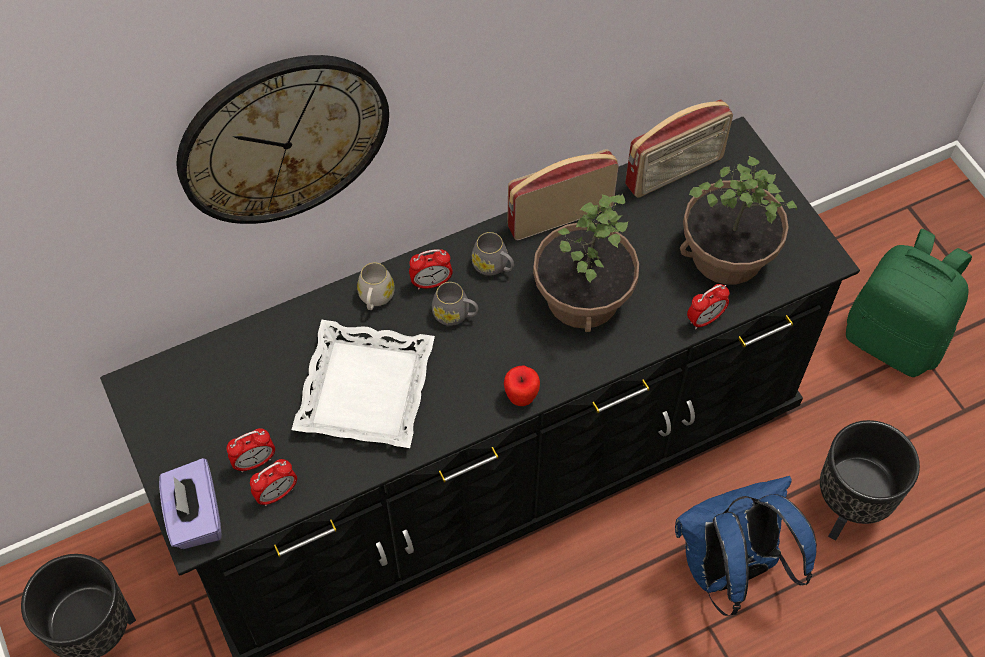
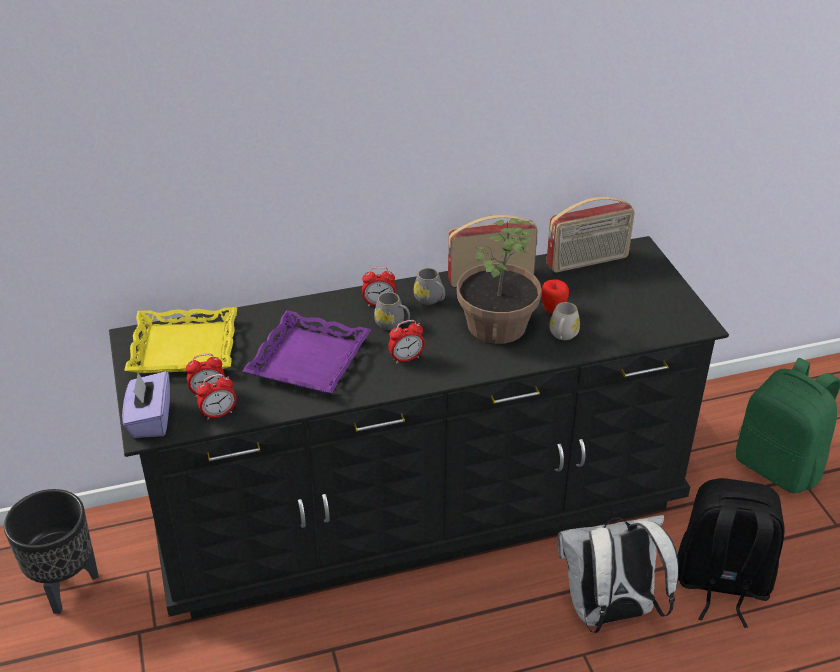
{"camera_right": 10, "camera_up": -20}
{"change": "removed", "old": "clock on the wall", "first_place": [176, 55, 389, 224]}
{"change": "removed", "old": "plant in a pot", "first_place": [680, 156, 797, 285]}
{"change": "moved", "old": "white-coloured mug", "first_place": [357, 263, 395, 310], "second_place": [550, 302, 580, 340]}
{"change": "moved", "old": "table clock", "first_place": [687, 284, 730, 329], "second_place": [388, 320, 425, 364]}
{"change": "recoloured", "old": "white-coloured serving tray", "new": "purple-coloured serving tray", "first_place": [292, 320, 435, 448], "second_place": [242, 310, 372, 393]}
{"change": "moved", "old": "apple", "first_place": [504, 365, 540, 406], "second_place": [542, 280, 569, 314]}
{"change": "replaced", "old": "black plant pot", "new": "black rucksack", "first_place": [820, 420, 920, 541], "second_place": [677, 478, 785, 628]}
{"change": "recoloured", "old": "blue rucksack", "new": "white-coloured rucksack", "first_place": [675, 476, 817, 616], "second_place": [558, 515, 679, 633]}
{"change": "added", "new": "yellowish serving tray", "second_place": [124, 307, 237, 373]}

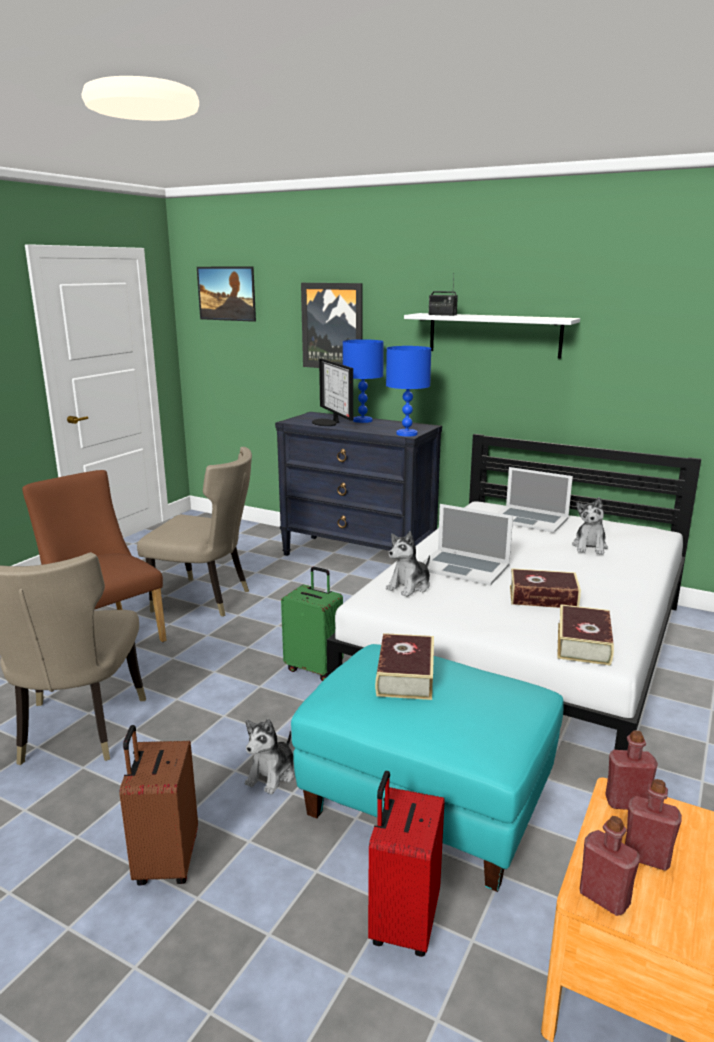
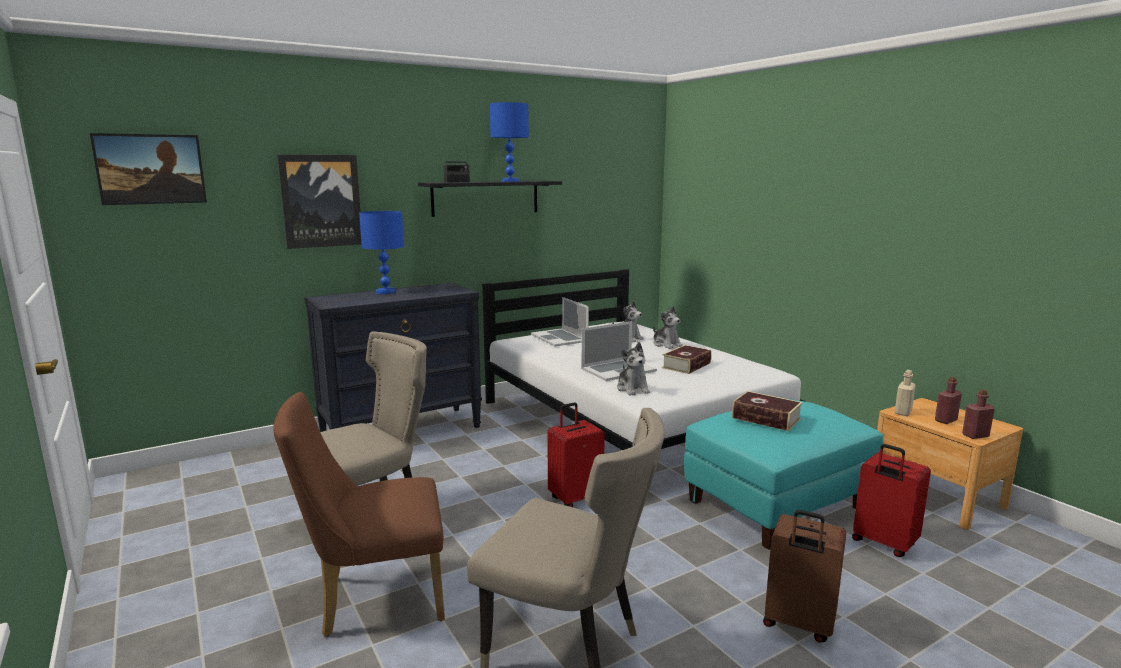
{"camera_right": -60, "camera_up": -5}
{"change": "recoloured", "old": "white-coloured wall shelf", "new": "black wall shelf", "first_place": [404, 313, 580, 358], "second_place": [418, 181, 562, 217]}
{"change": "moved", "old": "blue tabletop lamp", "first_place": [386, 346, 431, 437], "second_place": [490, 102, 529, 182]}
{"change": "removed", "old": "computer screen", "first_place": [312, 358, 353, 426]}
{"change": "turned", "old": "notebook computer", "first_place": [498, 467, 573, 533], "second_place": [531, 297, 589, 347], "degrees": 90}
{"change": "recoloured", "old": "green-coloured suitcase", "new": "red suitcase", "first_place": [281, 567, 343, 681], "second_place": [547, 402, 605, 507]}
{"change": "removed", "old": "volume", "first_place": [557, 604, 614, 666]}
{"change": "moved", "old": "soft toy", "first_place": [245, 719, 295, 794], "second_place": [653, 306, 683, 349]}
{"change": "recoloured", "old": "red drink bottle", "new": "beige drink bottle", "first_place": [605, 731, 658, 810], "second_place": [895, 370, 916, 416]}

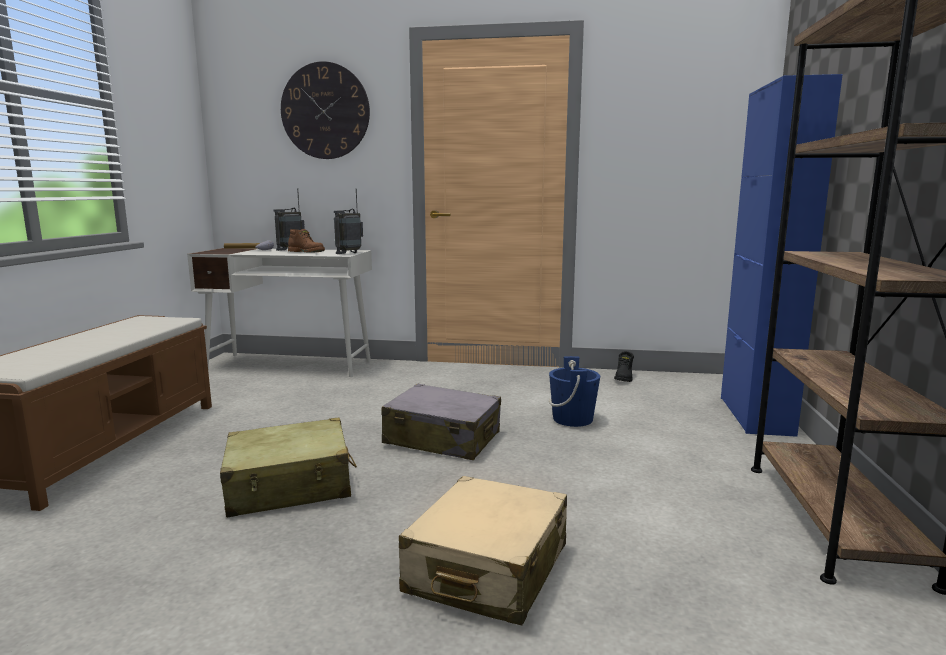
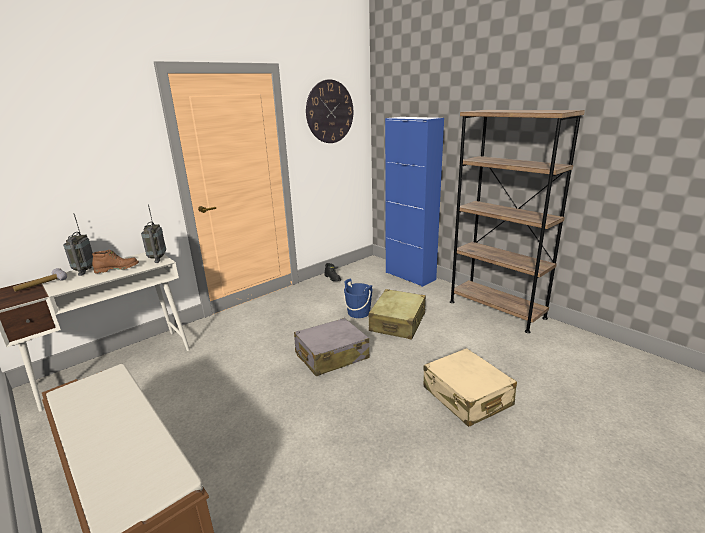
{"camera_right": -50, "camera_up": 10}
{"change": "moved", "old": "clock on the wall", "first_place": [281, 61, 370, 159], "second_place": [306, 79, 353, 143]}
{"change": "moved", "old": "beige suitcase", "first_place": [220, 418, 357, 517], "second_place": [369, 289, 426, 340]}

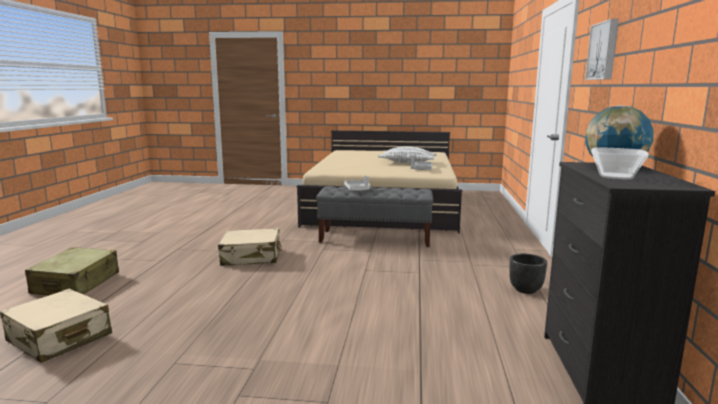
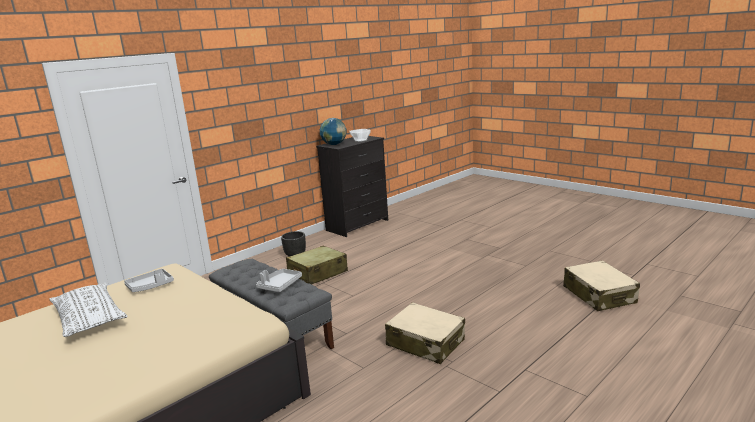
{"camera_right": -140, "camera_up": 5}
{"change": "removed", "old": "wall art", "first_place": [585, 19, 619, 80]}
{"change": "moved", "old": "beige suitcase", "first_place": [25, 247, 119, 295], "second_place": [286, 246, 348, 284]}

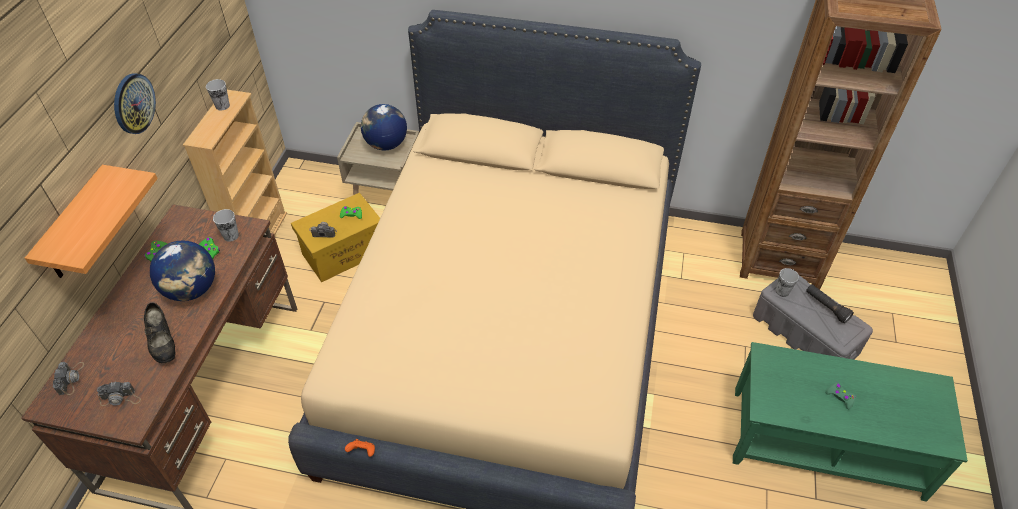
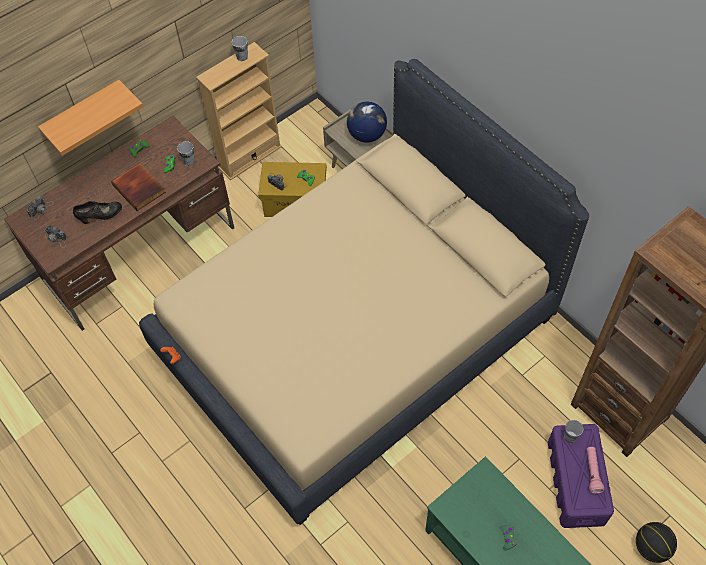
{"camera_right": 40, "camera_up": 10}
{"change": "removed", "old": "clock on the wall", "first_place": [114, 74, 156, 134]}
{"change": "replaced", "old": "desk globe", "new": "volume", "first_place": [150, 241, 215, 301], "second_place": [111, 163, 166, 211]}
{"change": "recoloured", "old": "greyish storage box", "new": "purple-coloured storage box", "first_place": [753, 275, 873, 360], "second_place": [548, 424, 614, 528]}
{"change": "recoloured", "old": "black hand torch", "new": "pinkish hand torch", "first_place": [806, 284, 854, 323], "second_place": [587, 447, 604, 494]}
{"change": "turned", "old": "black item of footwear", "first_place": [144, 303, 175, 363], "second_place": [73, 201, 122, 224], "degrees": -120}
{"change": "added", "new": "basketball", "second_place": [636, 522, 677, 563]}

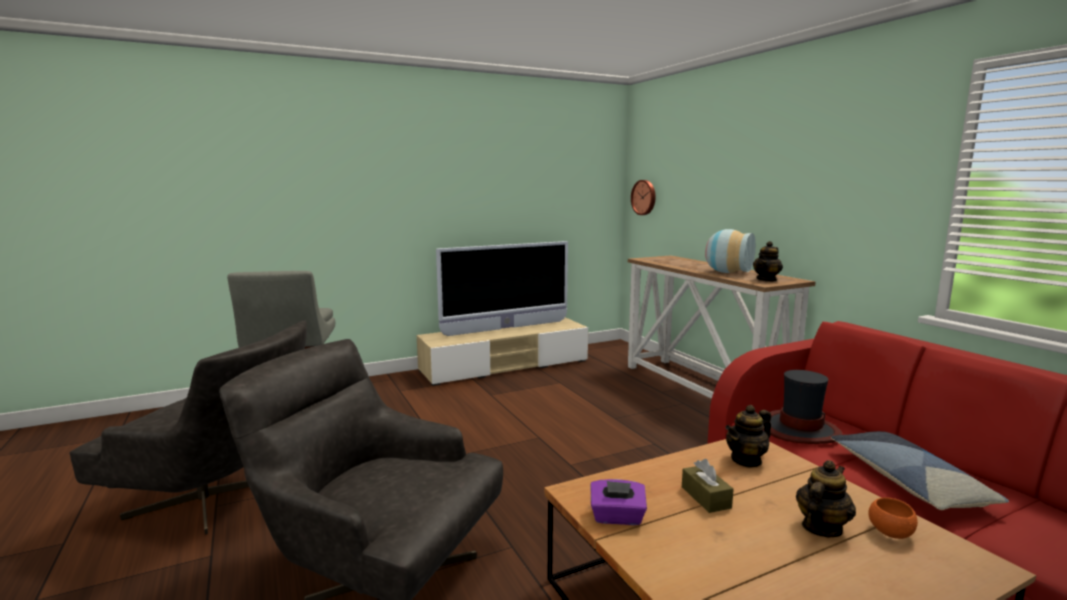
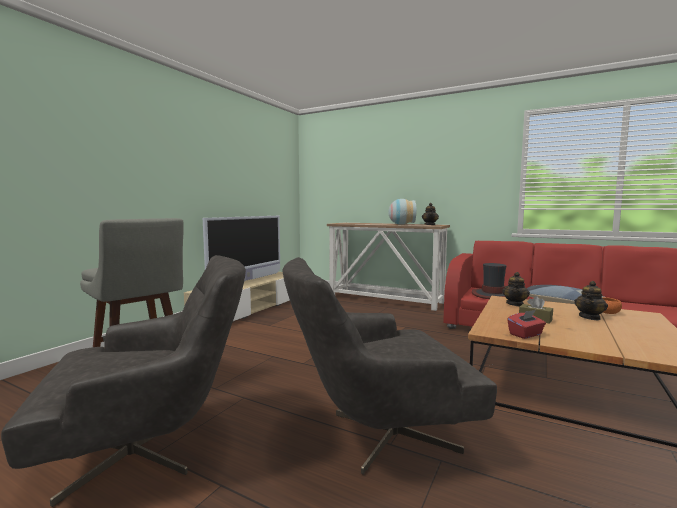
{"camera_right": -35, "camera_up": -5}
{"change": "removed", "old": "clock on the wall", "first_place": [631, 180, 656, 215]}
{"change": "turned", "old": "tea pot", "first_place": [796, 460, 856, 537], "second_place": [574, 281, 608, 320], "degrees": -150}
{"change": "recoloured", "old": "purple-coloured tissue holder", "new": "red tissue holder", "first_place": [591, 479, 647, 525], "second_place": [507, 310, 546, 339]}

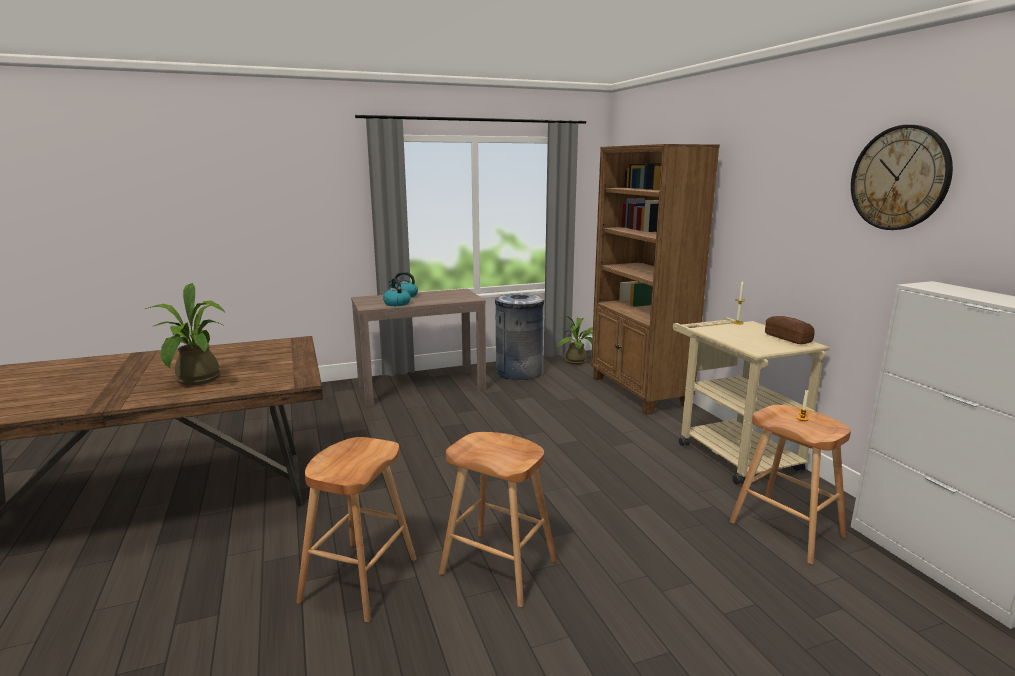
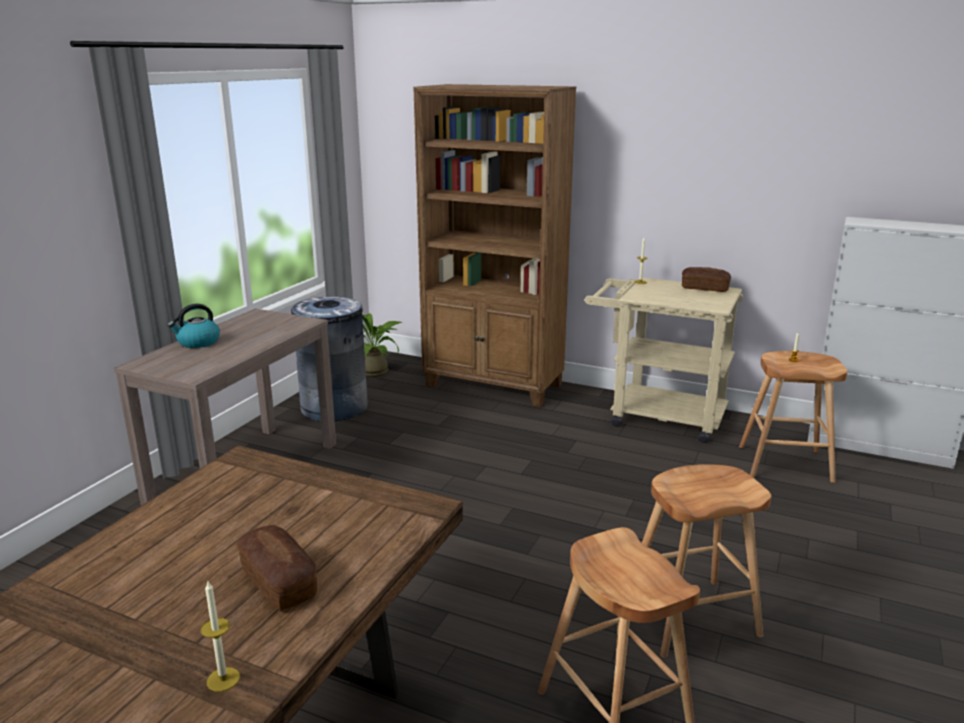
{"camera_right": -45, "camera_up": 5}
{"change": "removed", "old": "clock on the wall", "first_place": [851, 125, 953, 230]}
{"change": "removed", "old": "water kettle", "first_place": [383, 278, 411, 306]}
{"change": "replaced", "old": "plant in a pot", "new": "bakery bread", "first_place": [145, 283, 225, 385], "second_place": [237, 525, 317, 610]}
{"change": "added", "new": "wax candle", "second_place": [201, 580, 240, 692]}

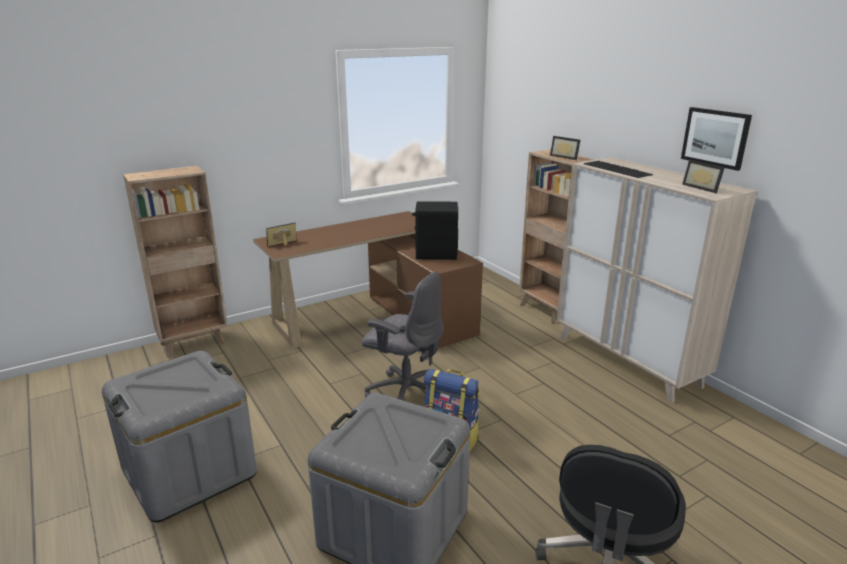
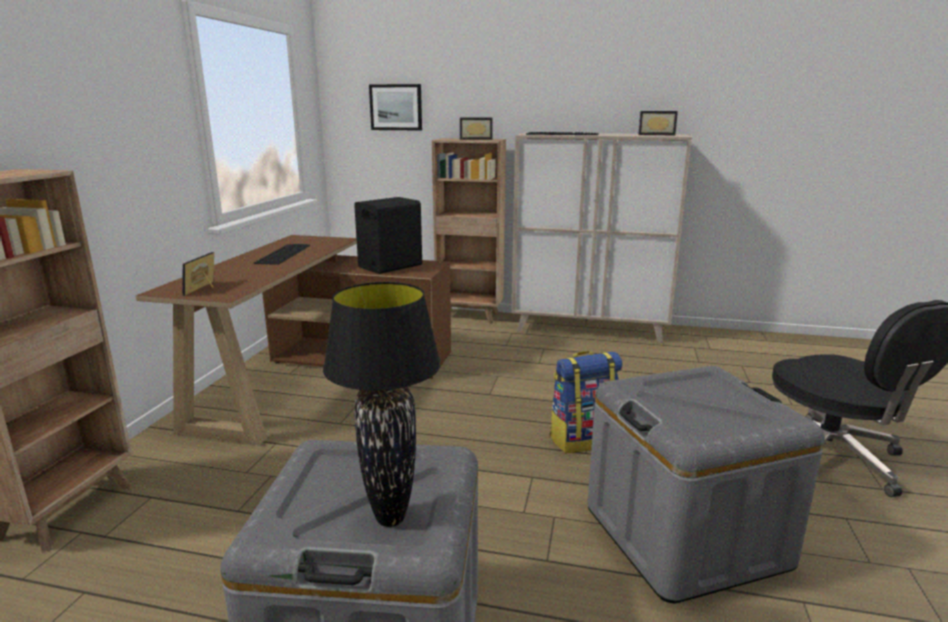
{"camera_right": -45, "camera_up": -5}
{"change": "moved", "old": "wall art", "first_place": [681, 107, 752, 171], "second_place": [369, 84, 422, 130]}
{"change": "removed", "old": "greyish desk chair", "first_place": [362, 271, 444, 400]}
{"change": "added", "new": "PC keyboard", "second_place": [254, 244, 310, 265]}
{"change": "added", "new": "black tabletop lamp", "second_place": [323, 282, 441, 527]}

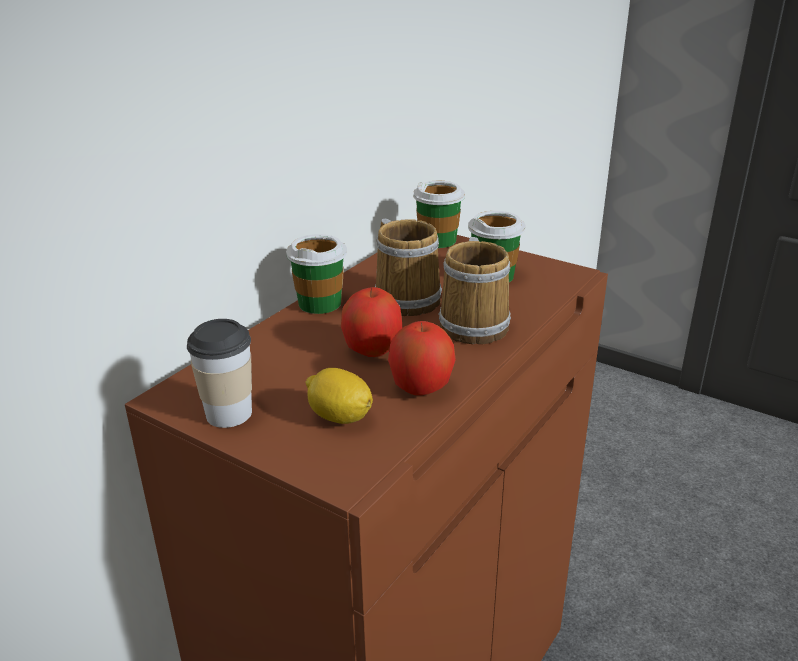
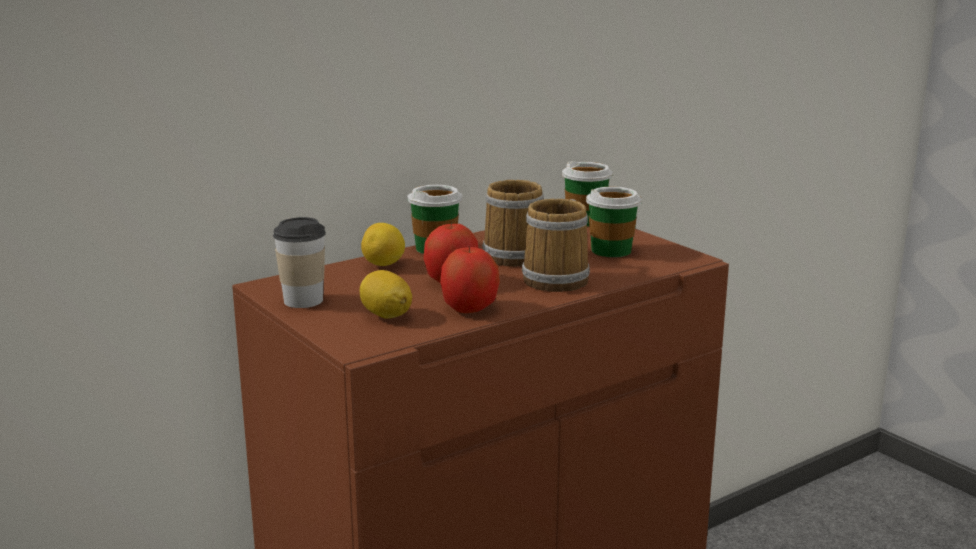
{"camera_right": 20, "camera_up": -10}
{"change": "added", "new": "lemon", "second_place": [361, 223, 405, 266]}

